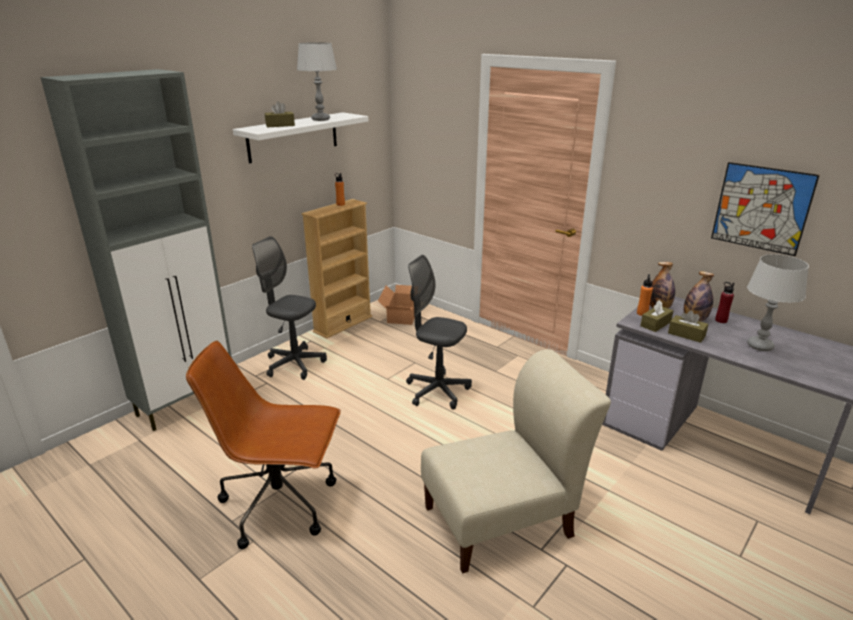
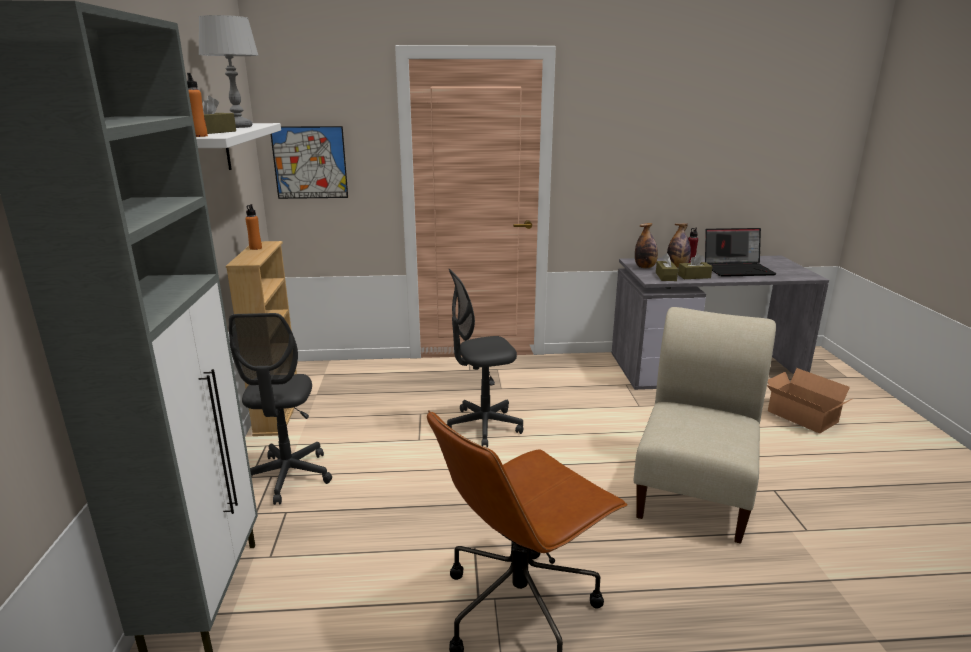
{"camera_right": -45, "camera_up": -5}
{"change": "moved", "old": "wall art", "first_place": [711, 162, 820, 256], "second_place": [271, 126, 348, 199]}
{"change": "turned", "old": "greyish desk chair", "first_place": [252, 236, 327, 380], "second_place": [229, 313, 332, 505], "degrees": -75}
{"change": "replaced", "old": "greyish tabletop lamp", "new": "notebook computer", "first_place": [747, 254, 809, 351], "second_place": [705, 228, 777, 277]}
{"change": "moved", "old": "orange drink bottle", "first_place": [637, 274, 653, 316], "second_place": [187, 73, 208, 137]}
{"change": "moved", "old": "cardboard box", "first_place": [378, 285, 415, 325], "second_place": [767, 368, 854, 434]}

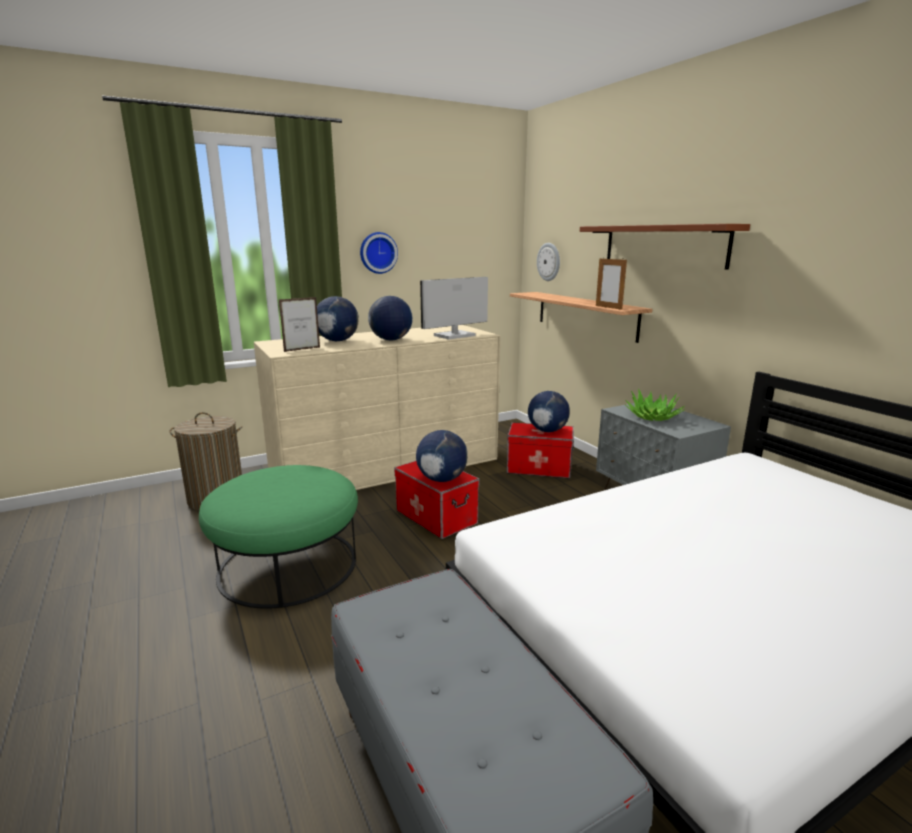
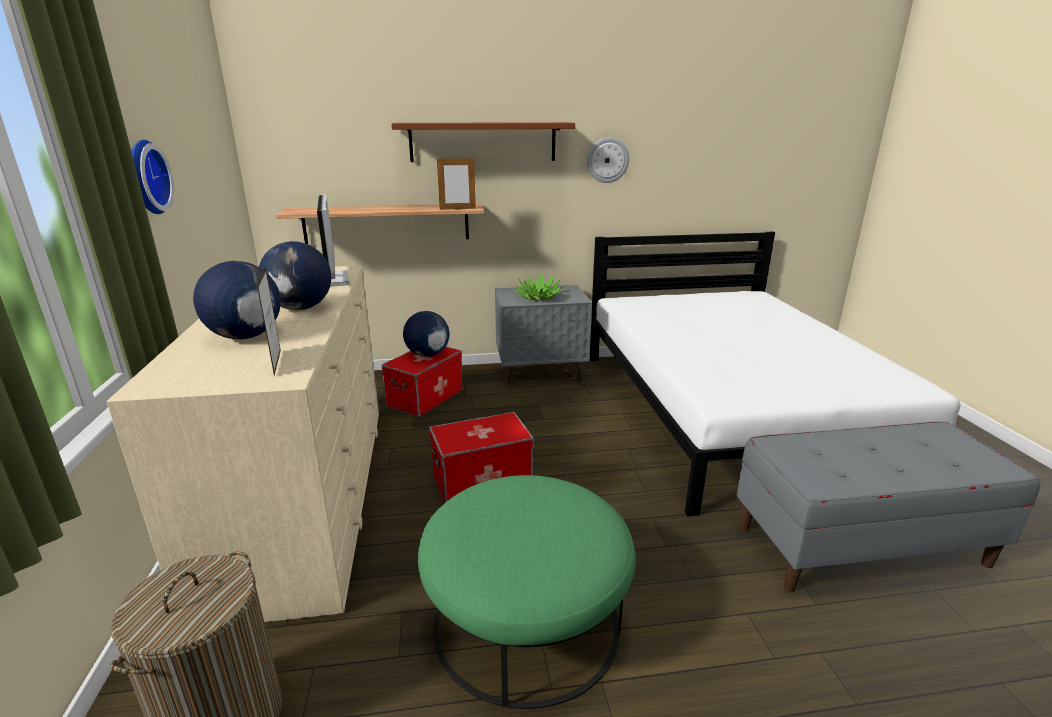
{"camera_right": -70, "camera_up": 5}
{"change": "moved", "old": "clock on the wall", "first_place": [537, 243, 560, 281], "second_place": [587, 137, 630, 183]}
{"change": "removed", "old": "desk globe", "first_place": [416, 430, 468, 482]}

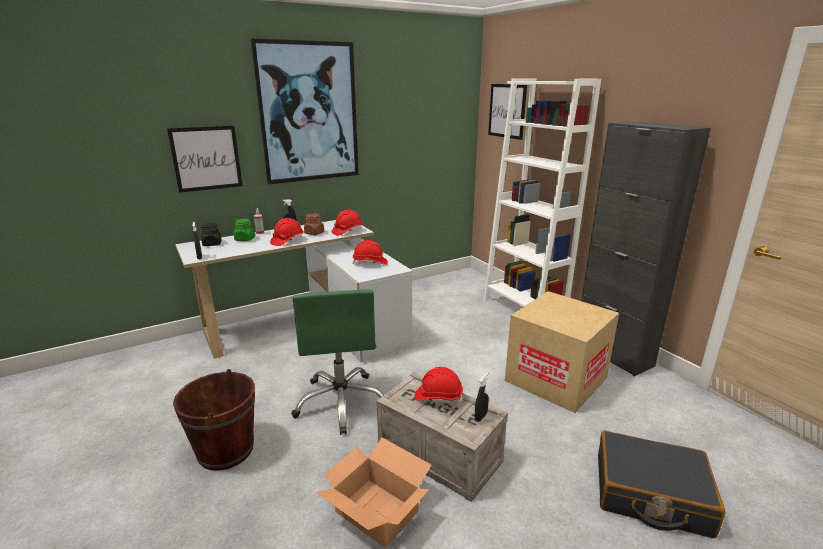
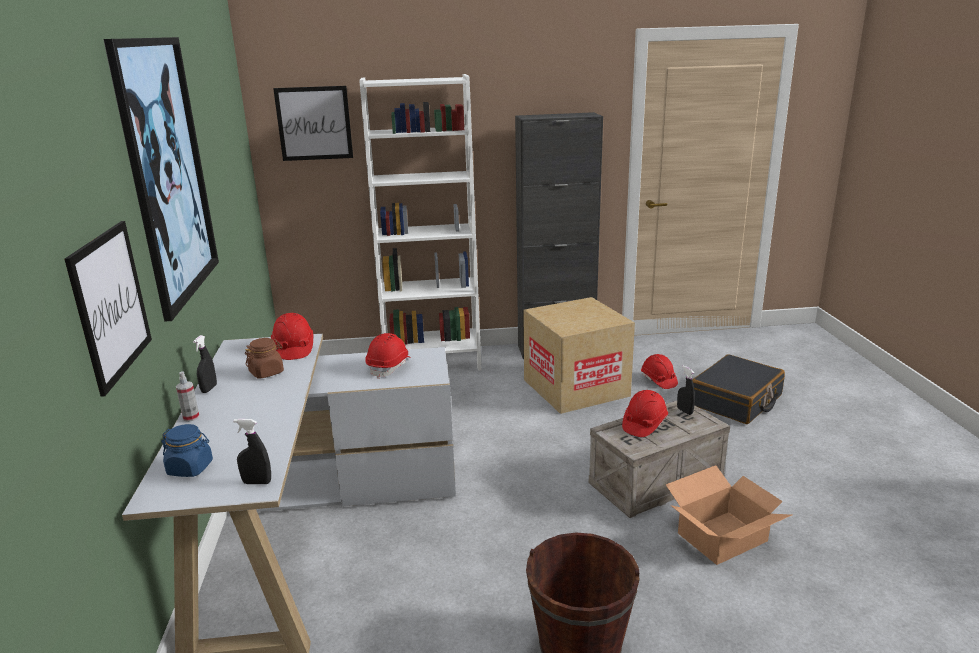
{"camera_right": -65, "camera_up": 0}
{"change": "moved", "old": "red safety helmet", "first_place": [270, 218, 303, 246], "second_place": [641, 354, 678, 389]}
{"change": "removed", "old": "green-coloured preserve jar", "first_place": [234, 219, 255, 241]}
{"change": "recoloured", "old": "black preserve jar", "new": "blue preserve jar", "first_place": [201, 223, 222, 246], "second_place": [161, 424, 213, 477]}
{"change": "removed", "old": "green-coloured desk chair", "first_place": [291, 290, 384, 435]}

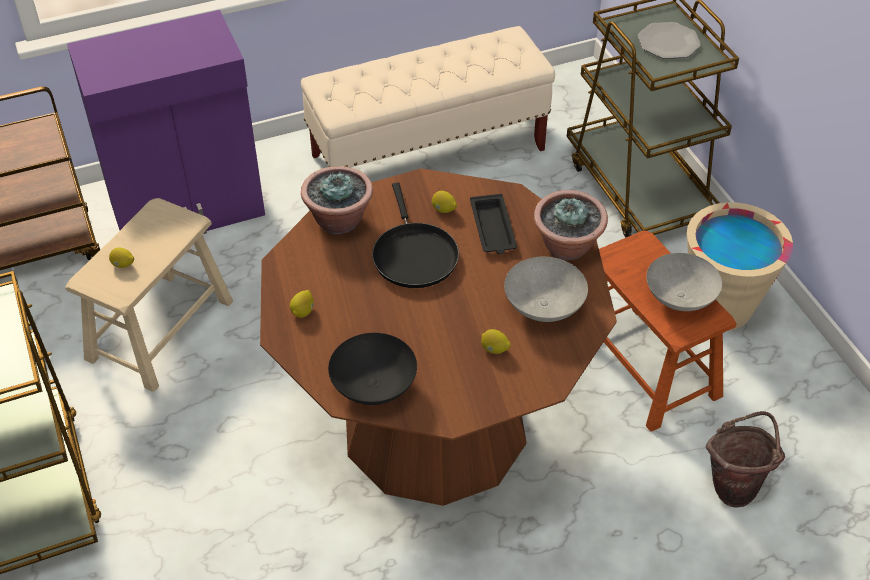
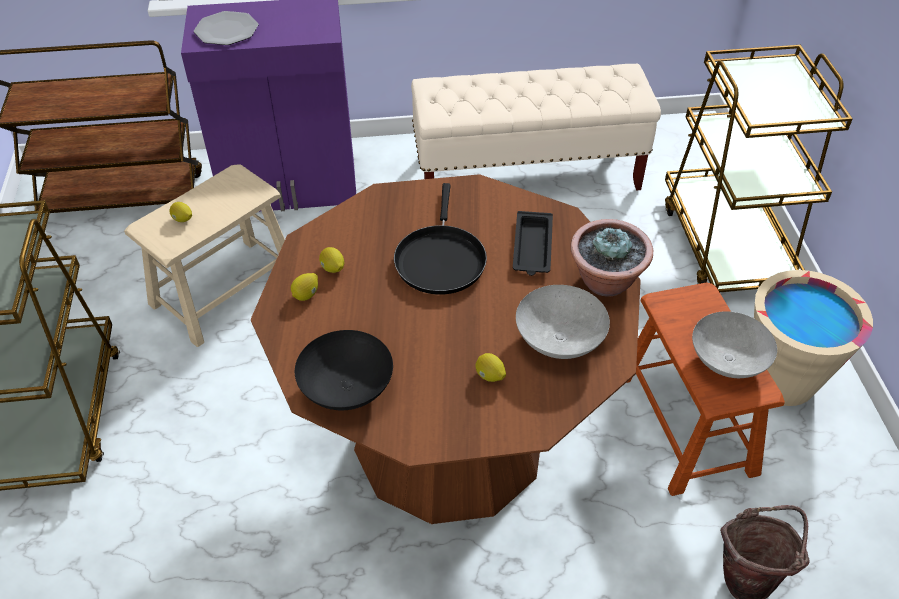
{"camera_right": 15, "camera_up": 0}
{"change": "moved", "old": "dinner plate", "first_place": [638, 22, 701, 59], "second_place": [194, 11, 259, 45]}
{"change": "removed", "old": "plant in a pot", "first_place": [301, 166, 373, 234]}
{"change": "moved", "old": "lemon", "first_place": [432, 191, 457, 213], "second_place": [319, 247, 344, 273]}

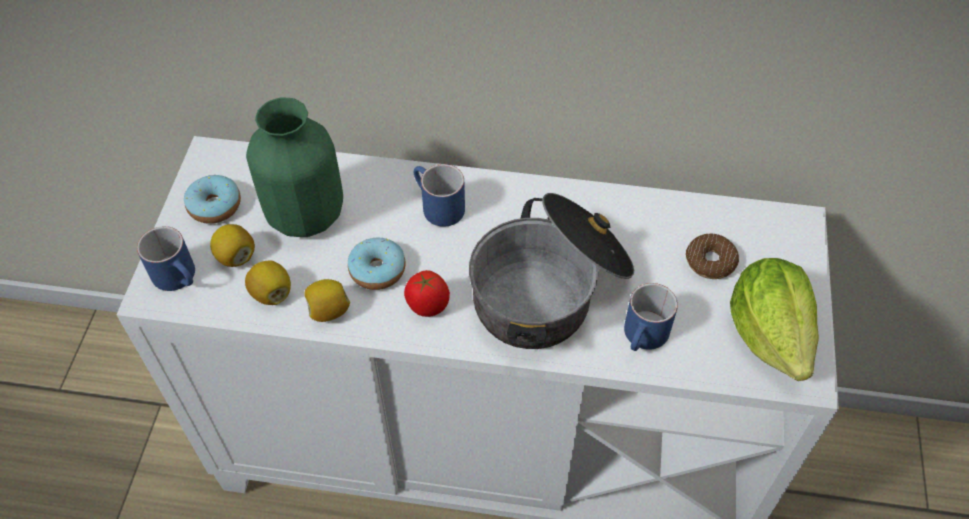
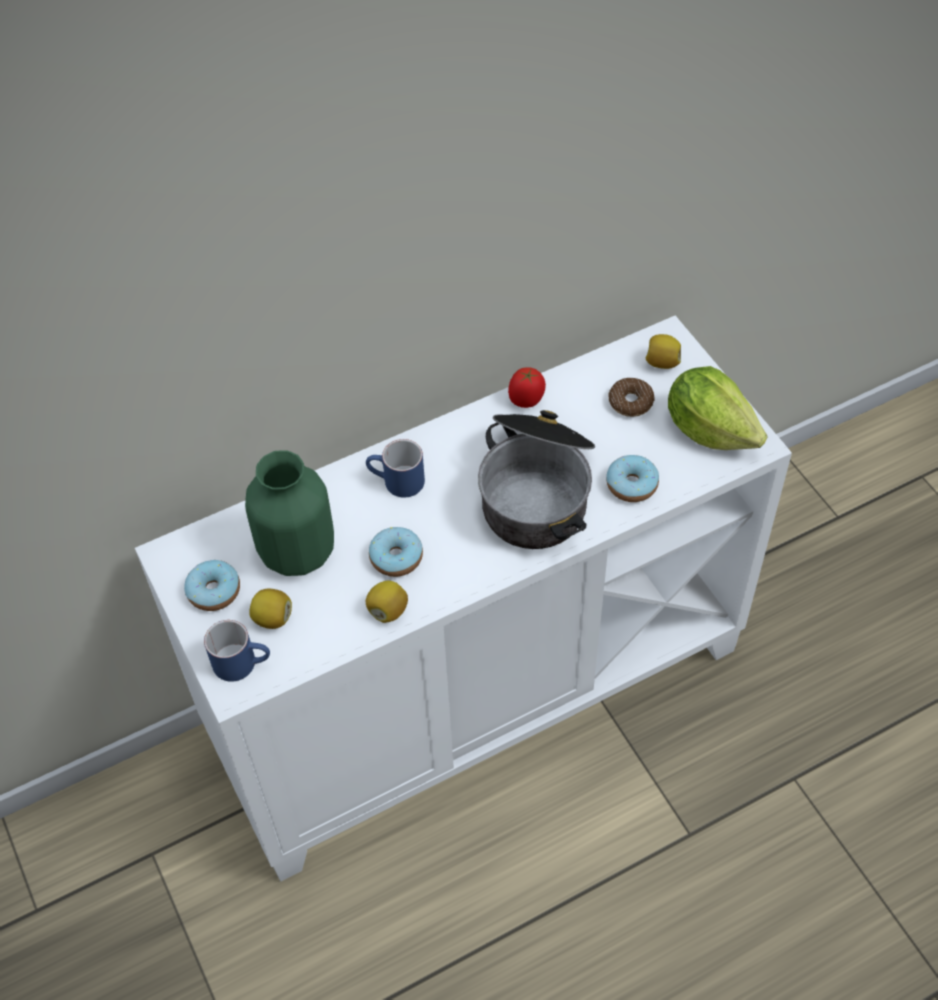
{"camera_right": -35, "camera_up": 0}
{"change": "moved", "old": "lemon", "first_place": [245, 260, 291, 305], "second_place": [646, 334, 681, 369]}
{"change": "moved", "old": "tomato", "first_place": [404, 270, 450, 317], "second_place": [508, 367, 546, 408]}
{"change": "replaced", "old": "blue mug", "new": "donut", "first_place": [624, 283, 678, 351], "second_place": [606, 455, 659, 502]}

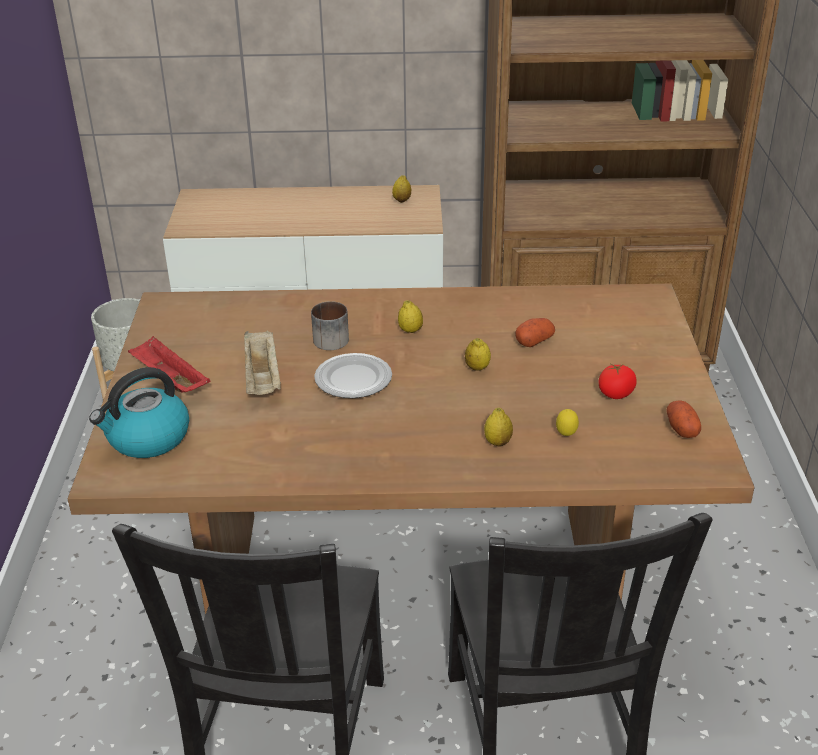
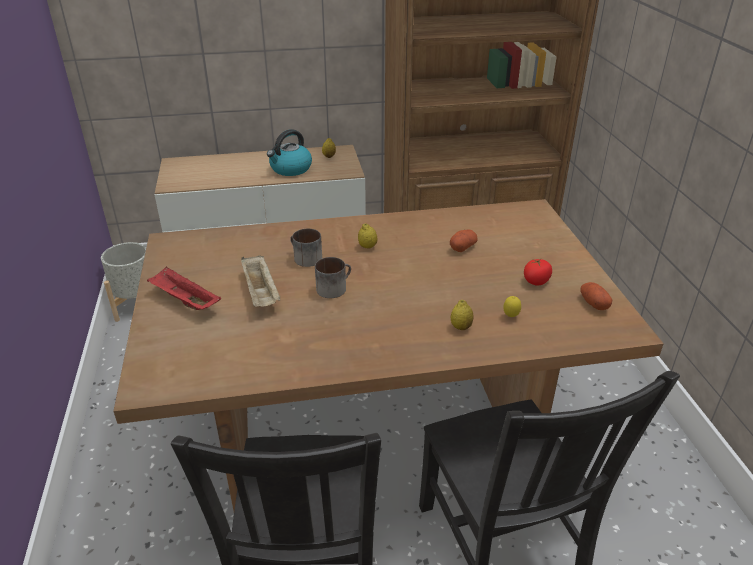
{"camera_right": -10, "camera_up": 0}
{"change": "removed", "old": "lemon", "first_place": [465, 338, 491, 371]}
{"change": "replaced", "old": "dinner plate", "new": "mug", "first_place": [314, 353, 392, 398], "second_place": [315, 257, 351, 298]}
{"change": "moved", "old": "water kettle", "first_place": [89, 367, 189, 458], "second_place": [267, 129, 312, 176]}

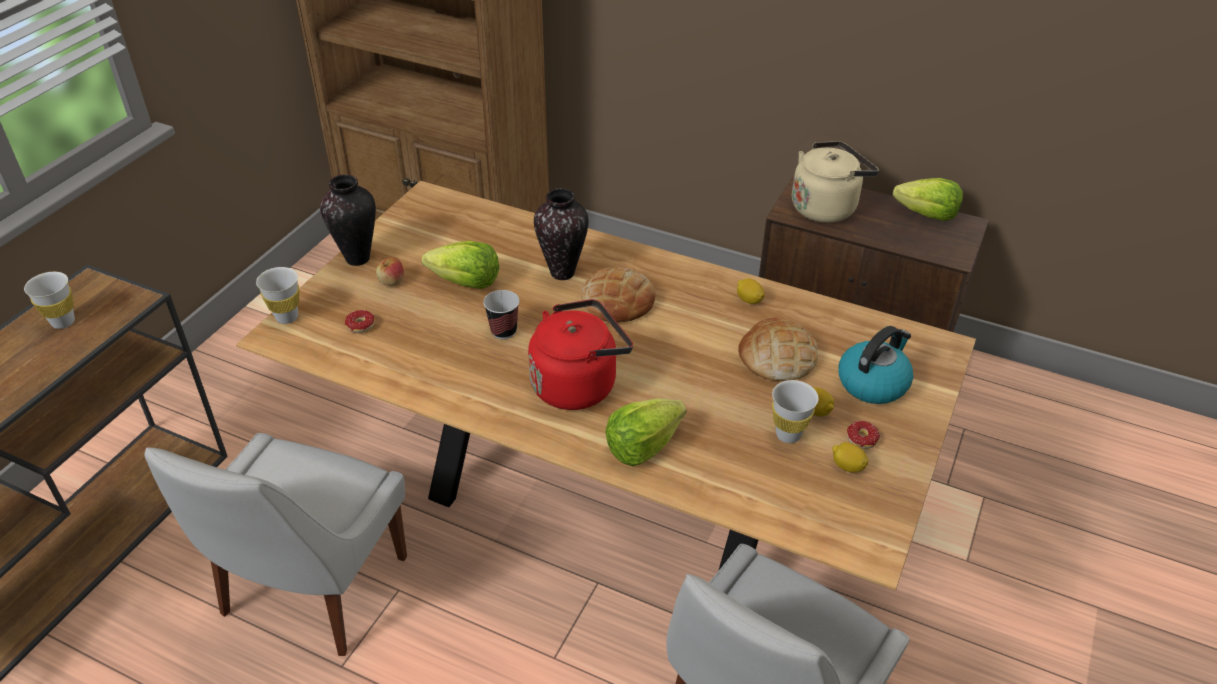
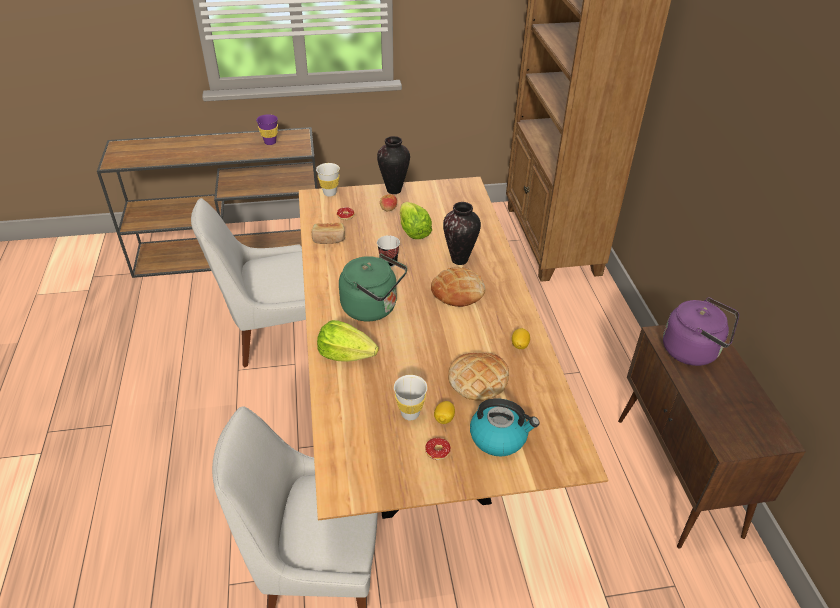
{"camera_right": 55, "camera_up": 0}
{"change": "recoloured", "old": "beige water kettle", "new": "purple-coloured water kettle", "first_place": [792, 141, 879, 223], "second_place": [663, 297, 739, 366]}
{"change": "removed", "old": "lettuce head", "first_place": [893, 178, 963, 221]}
{"change": "recoloured", "old": "white-coloured cup", "new": "purple-coloured cup", "first_place": [24, 272, 75, 329], "second_place": [256, 114, 278, 145]}
{"change": "recoloured", "old": "red water kettle", "new": "green-coloured water kettle", "first_place": [528, 299, 633, 410], "second_place": [339, 253, 407, 321]}
{"change": "removed", "old": "lemon", "first_place": [832, 442, 868, 473]}
{"change": "added", "new": "bakery bread", "second_place": [311, 223, 345, 244]}

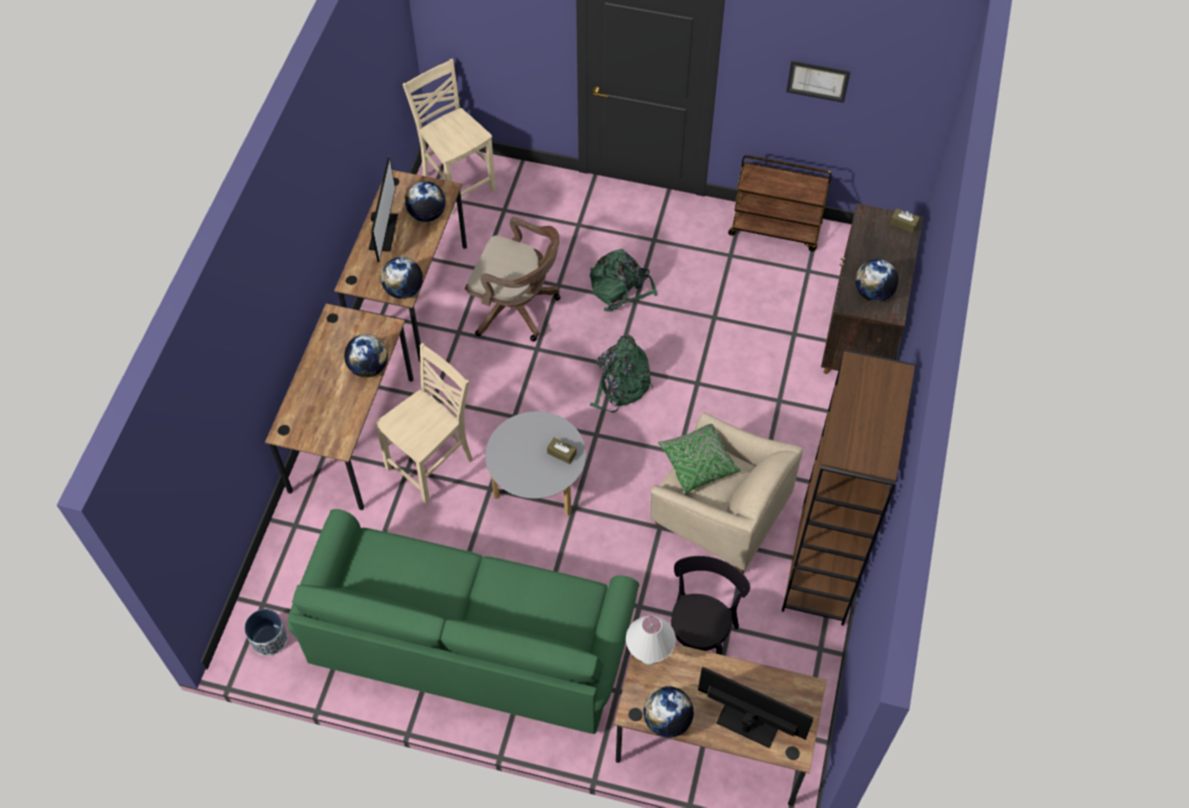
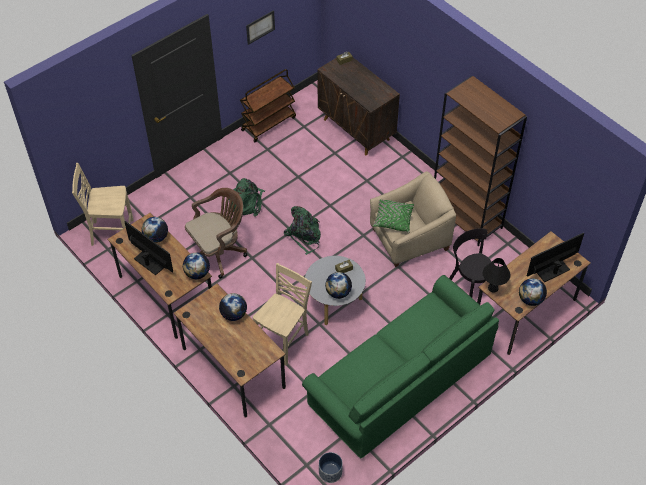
{"camera_right": -55, "camera_up": -5}
{"change": "moved", "old": "desk globe", "first_place": [855, 259, 899, 302], "second_place": [325, 272, 352, 299]}
{"change": "turned", "old": "beige chair", "first_place": [375, 343, 473, 504], "second_place": [253, 263, 312, 366], "degrees": 45}
{"change": "recoloured", "old": "white-coloured tabletop lamp", "new": "black tabletop lamp", "first_place": [626, 615, 676, 665], "second_place": [483, 258, 510, 293]}

